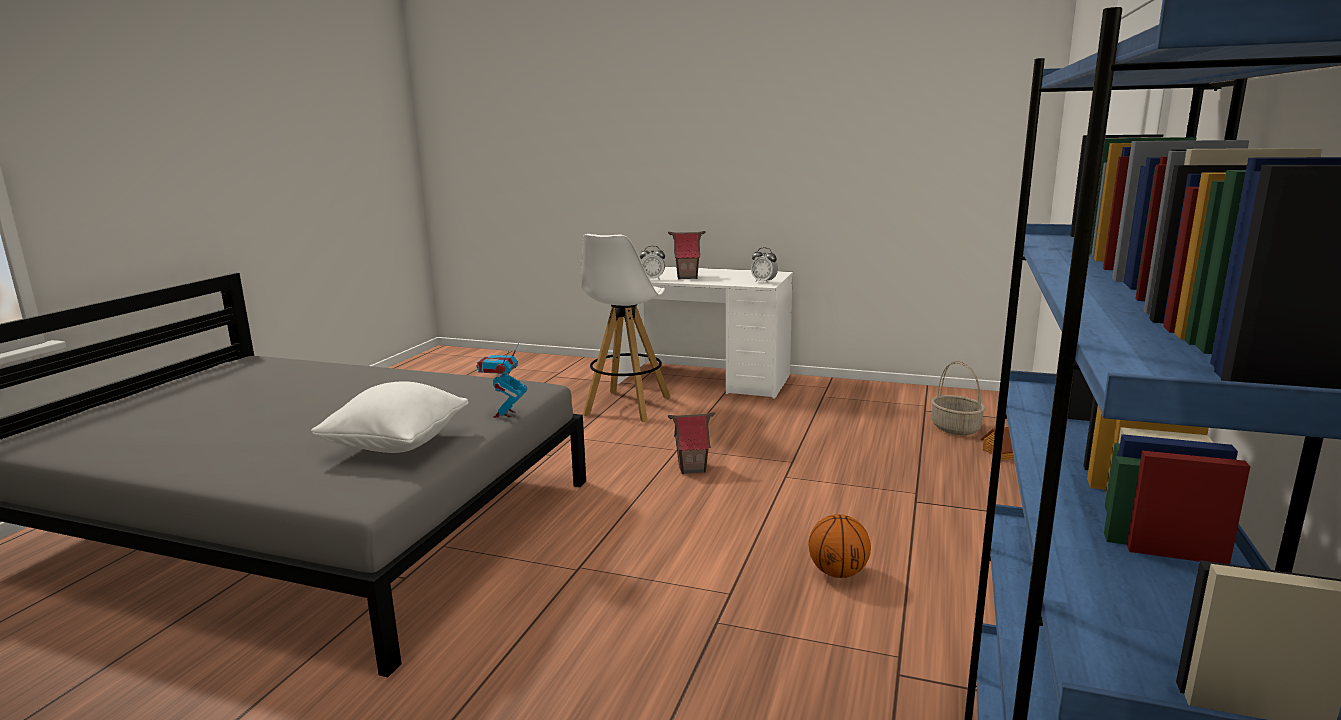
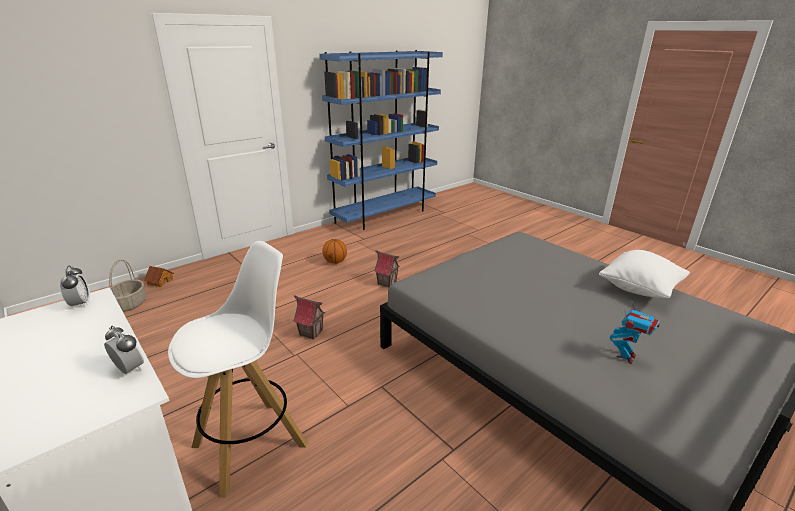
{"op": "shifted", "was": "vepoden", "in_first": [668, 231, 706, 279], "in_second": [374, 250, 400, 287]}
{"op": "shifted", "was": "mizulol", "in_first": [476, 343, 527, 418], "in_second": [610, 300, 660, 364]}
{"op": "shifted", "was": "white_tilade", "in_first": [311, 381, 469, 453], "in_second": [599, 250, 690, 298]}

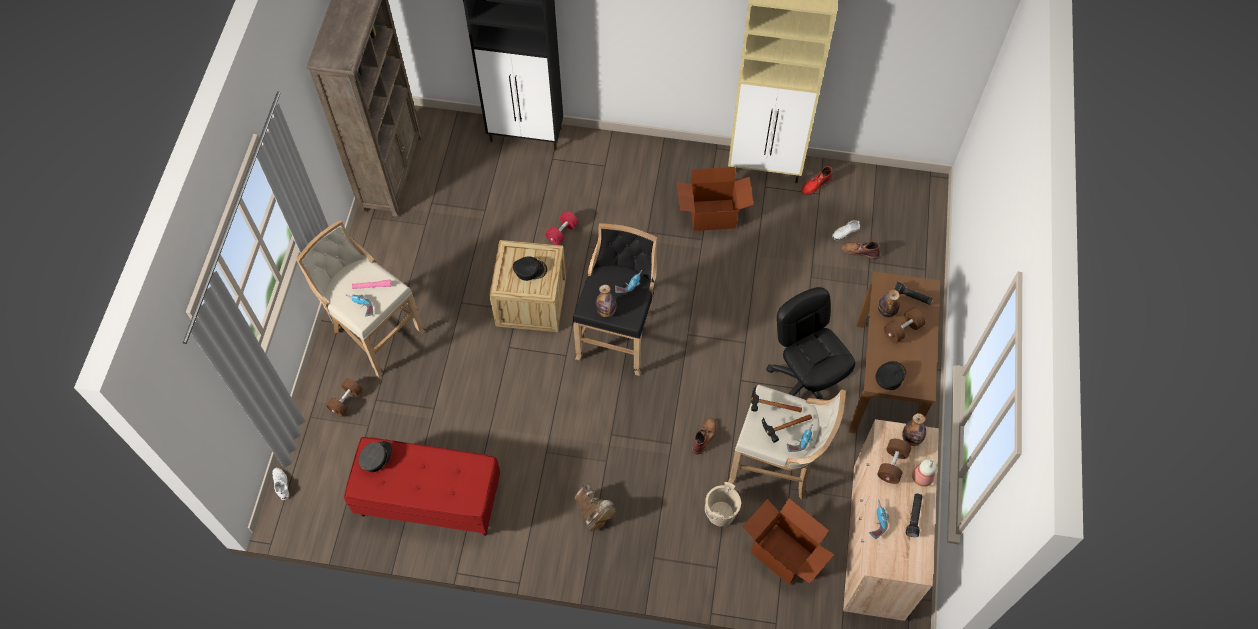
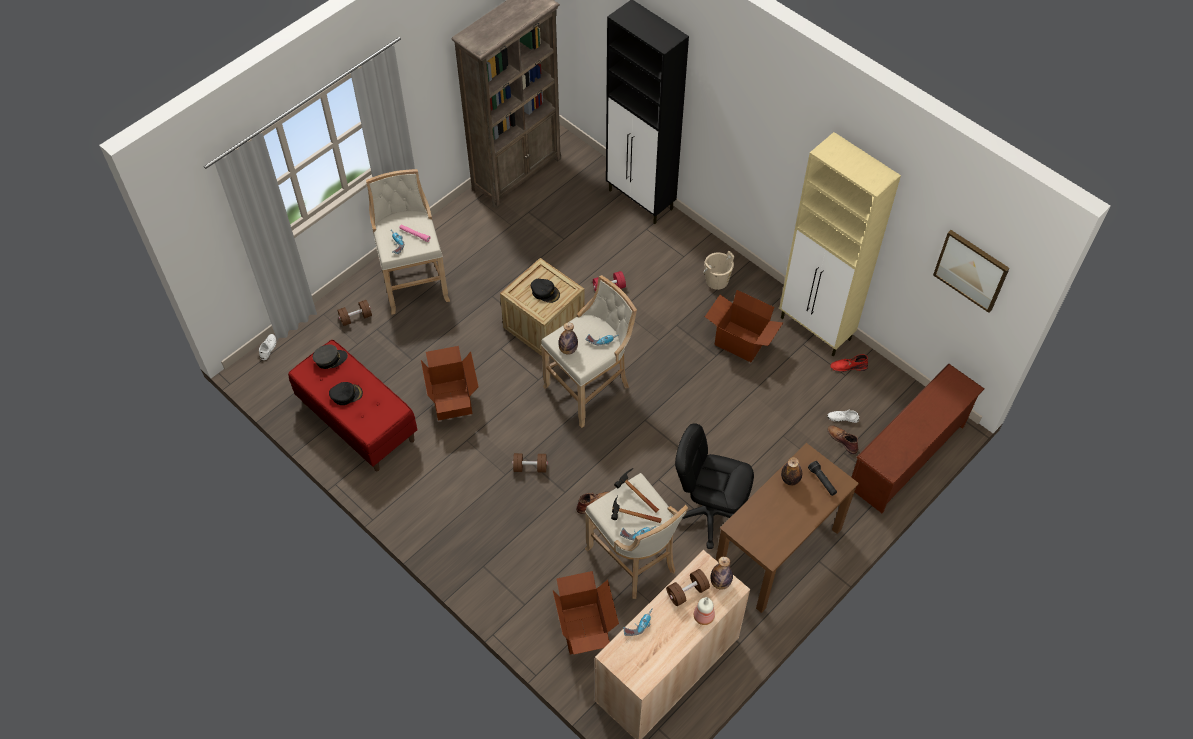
{"op": "repainted", "was": "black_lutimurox", "now": "beige_lutimurox", "in_first": [573, 223, 657, 376], "in_second": [541, 275, 637, 428]}
{"op": "rotated", "was": "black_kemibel", "in_first": [766, 287, 855, 400], "in_second": [675, 423, 754, 549], "clockwise": -75}
{"op": "shifted", "was": "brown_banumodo", "in_first": [884, 307, 926, 343], "in_second": [512, 453, 548, 472]}
{"op": "shifted", "was": "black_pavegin", "in_first": [875, 361, 906, 390], "in_second": [329, 382, 363, 405]}
{"op": "shifted", "was": "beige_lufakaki", "in_first": [705, 482, 741, 527], "in_second": [703, 251, 734, 290]}
{"op": "gone", "was": "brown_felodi", "in_first": [574, 483, 616, 531]}
{"op": "gone", "was": "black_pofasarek", "in_first": [906, 494, 923, 537]}
{"op": "new", "now": "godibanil", "in_second": [933, 230, 1010, 313]}
{"op": "new", "now": "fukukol", "in_second": [421, 346, 479, 421]}
{"op": "new", "now": "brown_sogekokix", "in_second": [852, 364, 984, 513]}

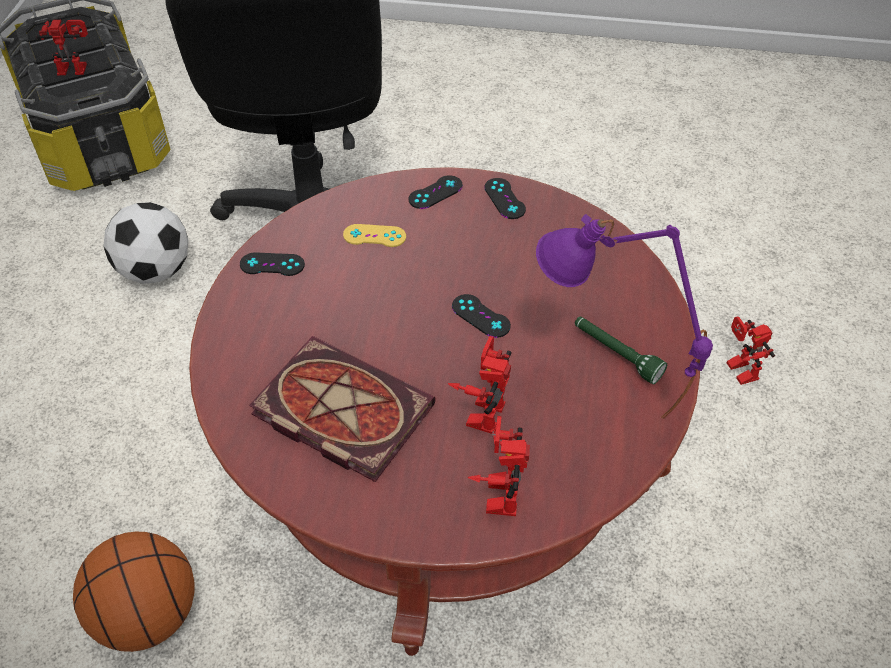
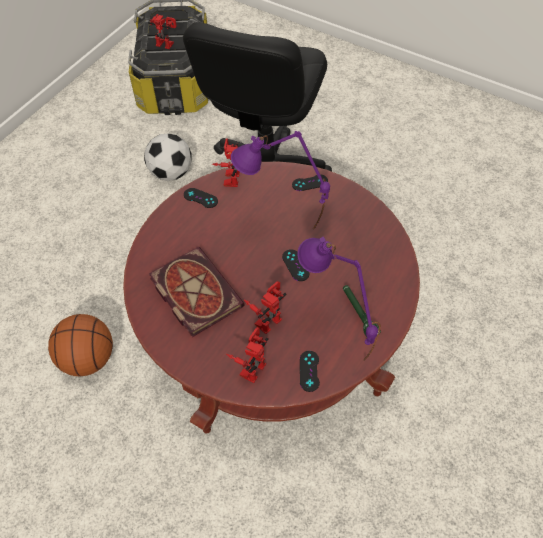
{"op": "shifted", "was": "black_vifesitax", "in_first": [485, 178, 526, 219], "in_second": [300, 351, 320, 392]}
{"op": "gone", "was": "yellow_vifesitax", "in_first": [343, 224, 406, 247]}
{"op": "shifted", "was": "mizulol", "in_first": [727, 317, 775, 385], "in_second": [212, 138, 240, 187]}
{"op": "new", "now": "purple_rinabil", "in_second": [231, 131, 330, 229]}

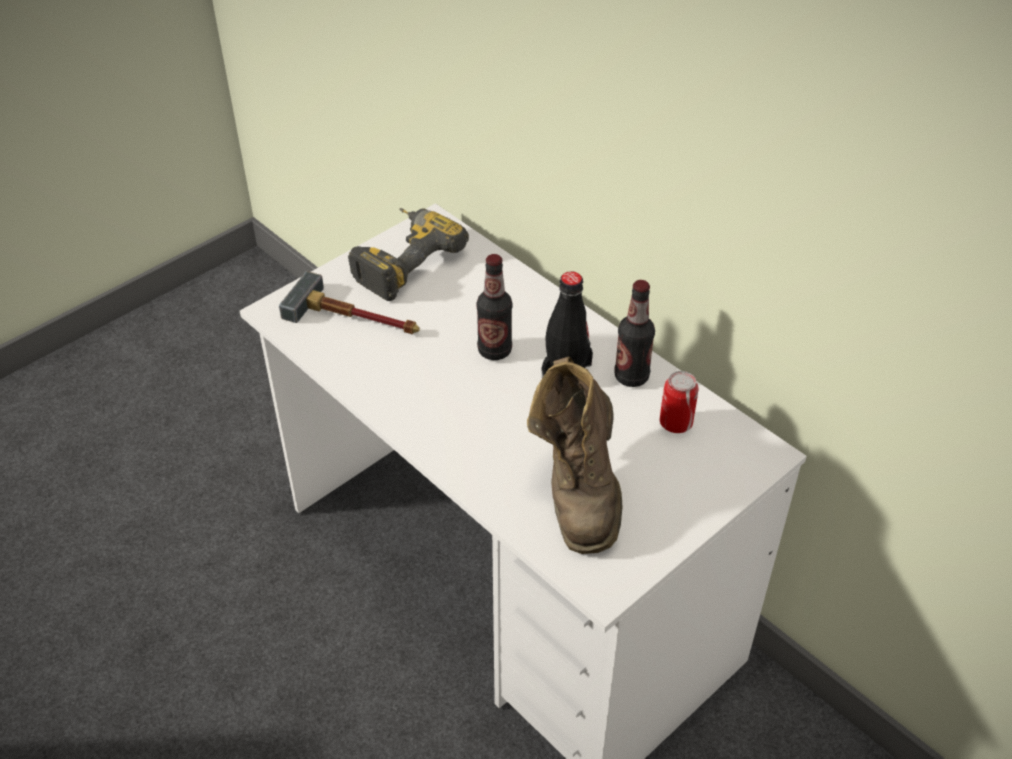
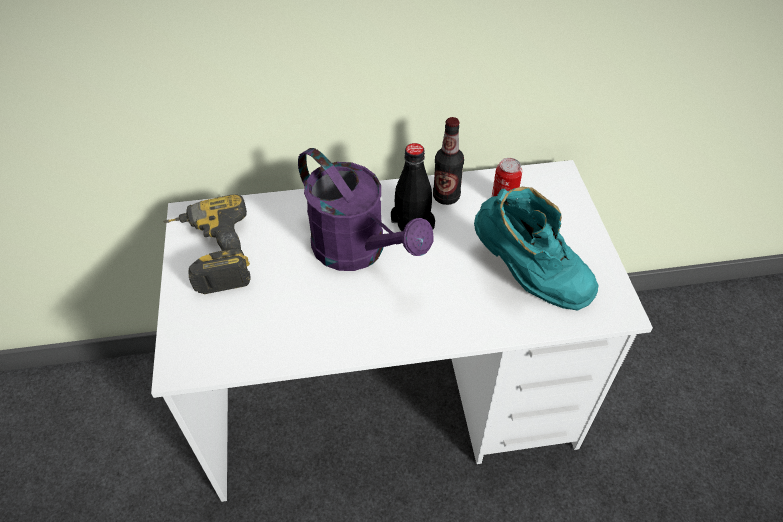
{"op": "swapped", "was": "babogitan", "now": "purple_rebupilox", "in_first": [476, 254, 513, 360], "in_second": [298, 148, 433, 271]}
{"op": "gone", "was": "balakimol", "in_first": [279, 271, 420, 334]}
{"op": "repainted", "was": "brown_felodi", "now": "turquoise_felodi", "in_first": [527, 357, 623, 554], "in_second": [474, 187, 599, 310]}

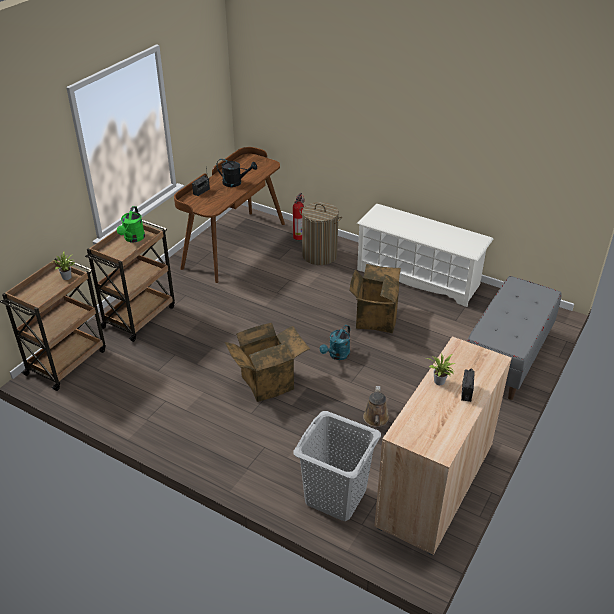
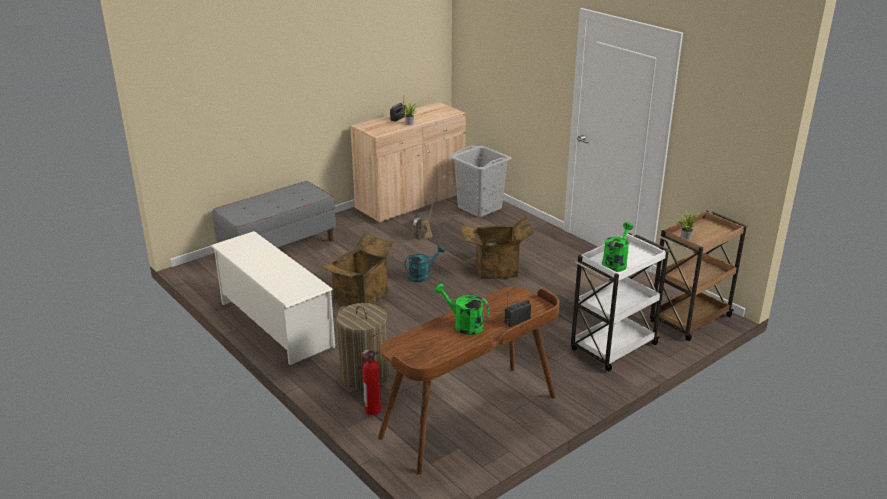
{"op": "repainted", "was": "black_rebupilox", "now": "green_rebupilox", "in_first": [216, 159, 257, 187], "in_second": [434, 284, 490, 335]}
{"op": "repainted", "was": "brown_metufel", "now": "white_metufel", "in_first": [85, 220, 175, 342], "in_second": [571, 233, 670, 372]}

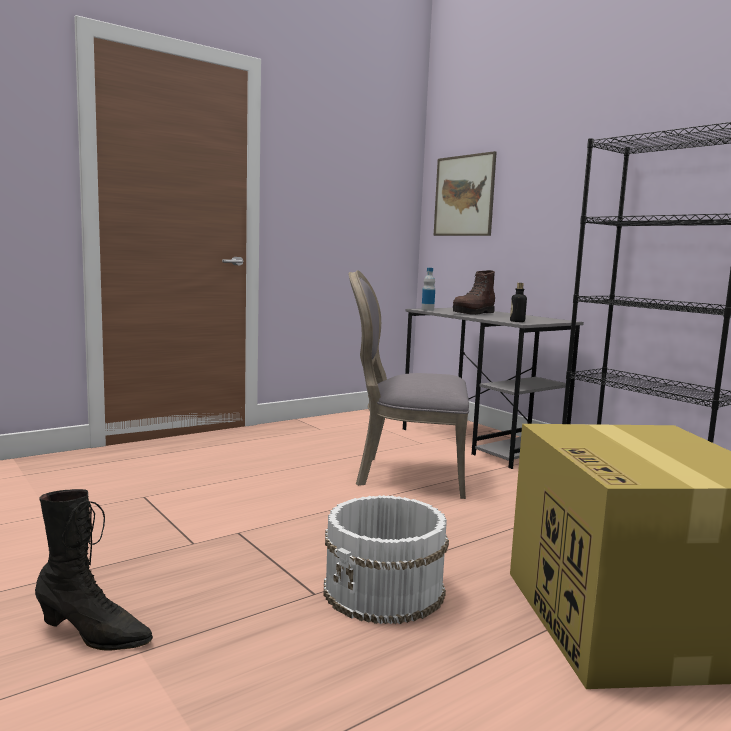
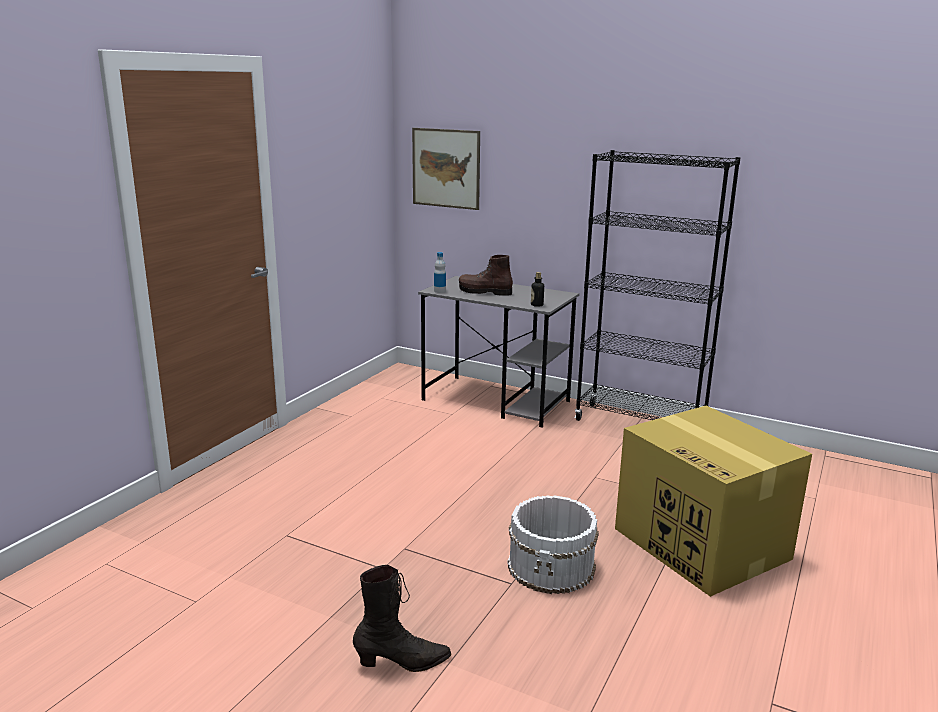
{"op": "gone", "was": "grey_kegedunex", "in_first": [349, 270, 469, 499]}
{"op": "rotated", "was": "brown_felodi", "in_first": [453, 270, 495, 315], "in_second": [459, 255, 513, 296], "clockwise": 90}

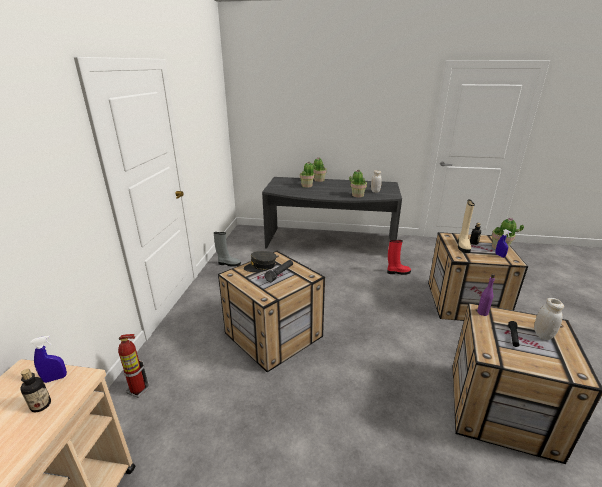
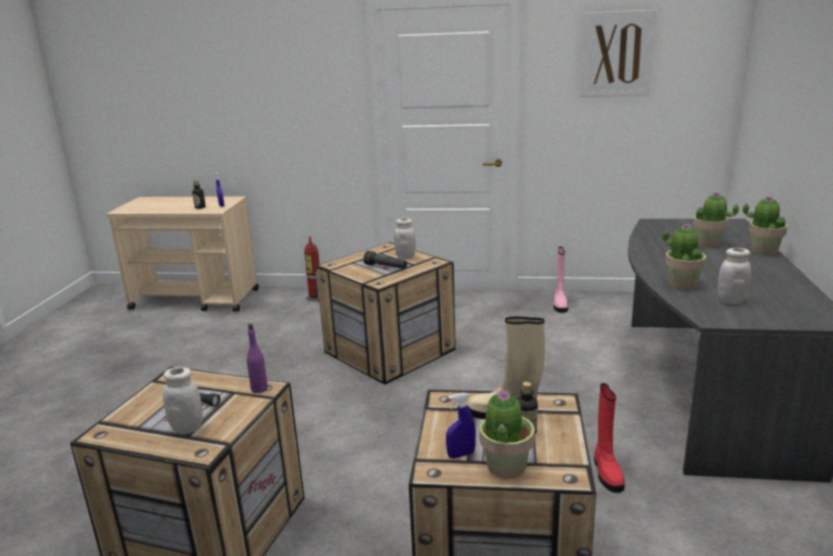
{"op": "repainted", "was": "grey_felodi", "now": "pink_felodi", "in_first": [214, 232, 241, 267], "in_second": [553, 247, 568, 313]}
{"op": "swapped", "was": "grey_pavegin", "now": "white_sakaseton", "in_first": [244, 251, 276, 272], "in_second": [394, 218, 416, 260]}
{"op": "new", "now": "godibanil", "in_second": [581, 10, 656, 97]}

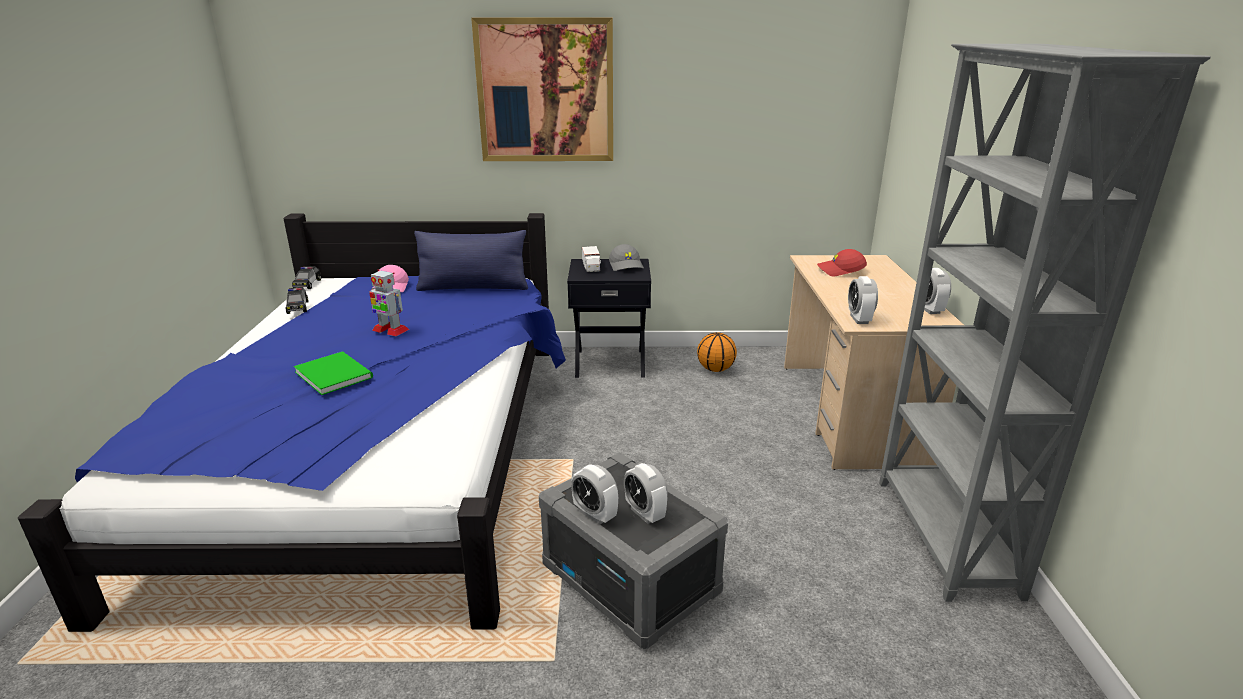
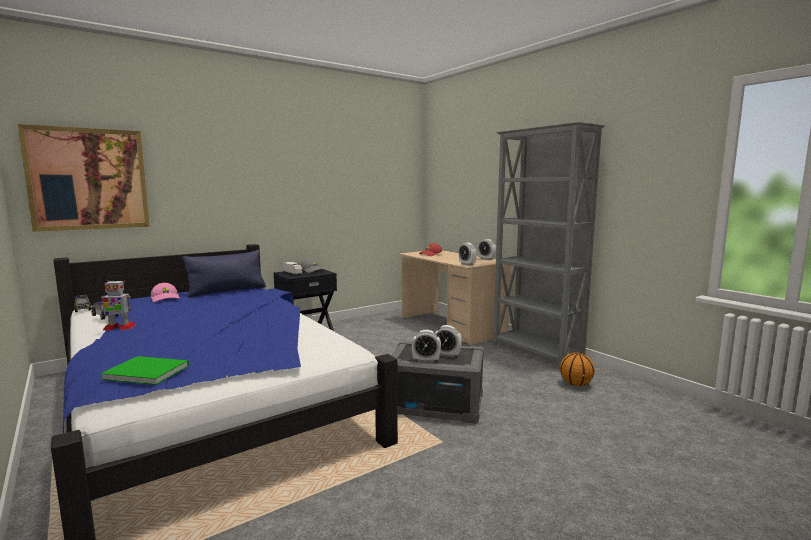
{"op": "shifted", "was": "godibanil", "in_first": [471, 18, 613, 161], "in_second": [18, 124, 150, 232]}
{"op": "shifted", "was": "mizulol", "in_first": [369, 269, 409, 336], "in_second": [101, 280, 136, 330]}
{"op": "shifted", "was": "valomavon", "in_first": [697, 332, 737, 372], "in_second": [560, 352, 595, 386]}
{"op": "shifted", "was": "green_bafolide", "in_first": [294, 351, 373, 395], "in_second": [101, 356, 189, 385]}

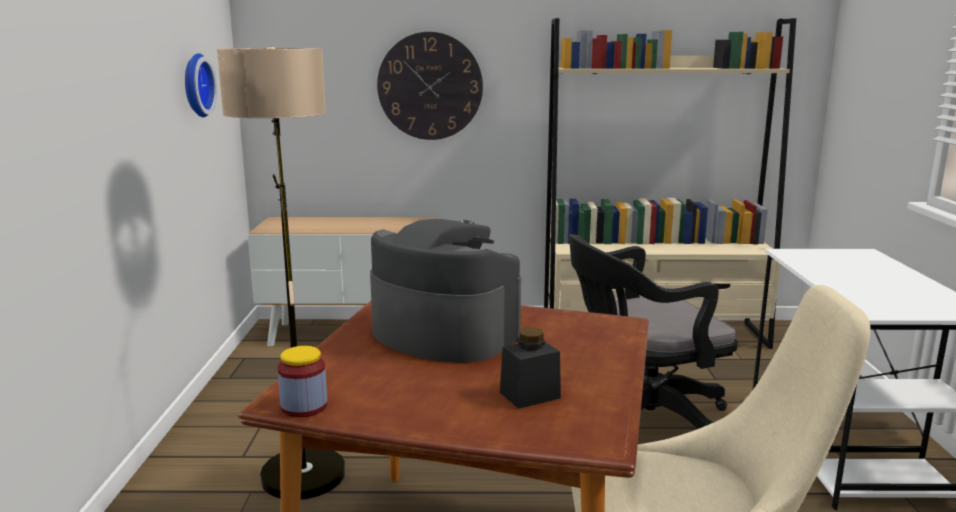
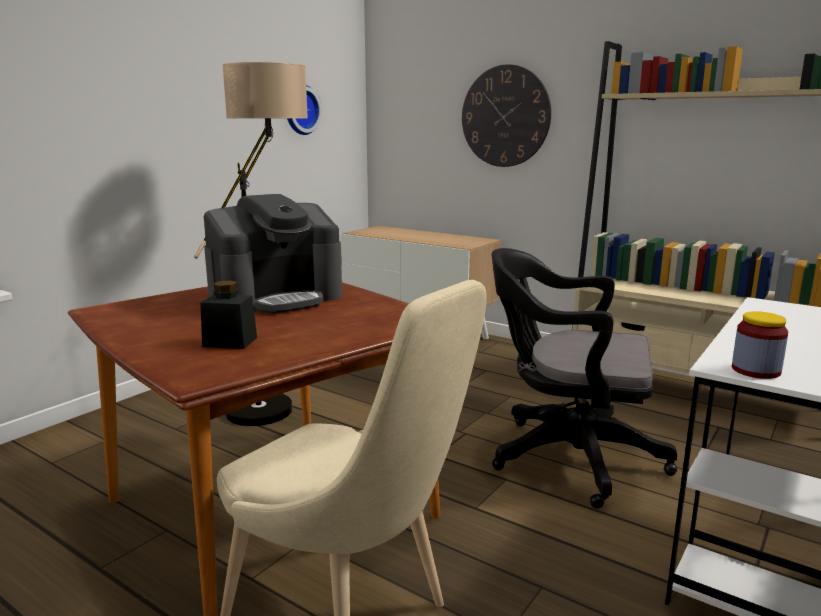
{"op": "rotated", "was": "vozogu", "in_first": [370, 219, 521, 363], "in_second": [204, 194, 342, 314], "clockwise": 75}
{"op": "shifted", "was": "sakaseton", "in_first": [277, 346, 327, 417], "in_second": [732, 311, 788, 379]}

